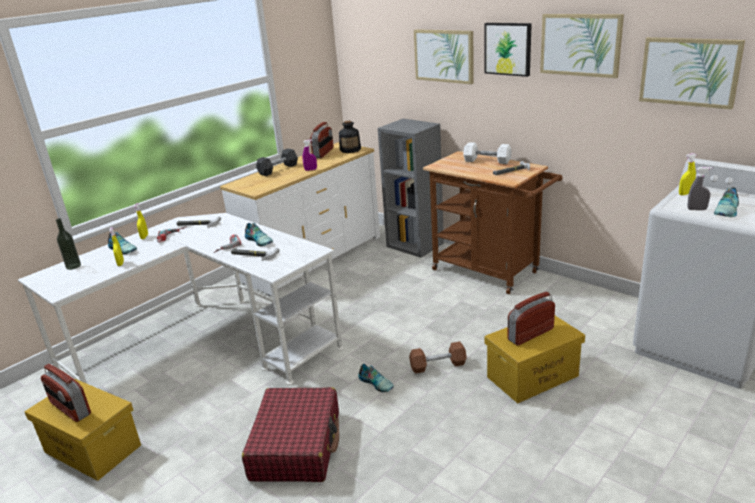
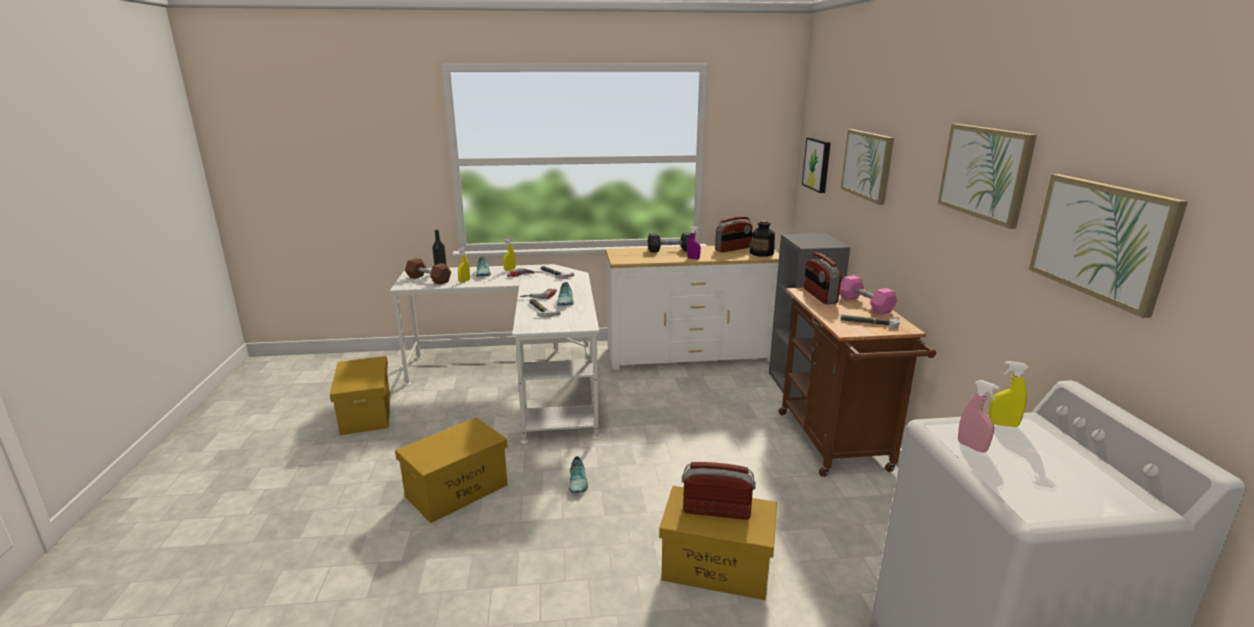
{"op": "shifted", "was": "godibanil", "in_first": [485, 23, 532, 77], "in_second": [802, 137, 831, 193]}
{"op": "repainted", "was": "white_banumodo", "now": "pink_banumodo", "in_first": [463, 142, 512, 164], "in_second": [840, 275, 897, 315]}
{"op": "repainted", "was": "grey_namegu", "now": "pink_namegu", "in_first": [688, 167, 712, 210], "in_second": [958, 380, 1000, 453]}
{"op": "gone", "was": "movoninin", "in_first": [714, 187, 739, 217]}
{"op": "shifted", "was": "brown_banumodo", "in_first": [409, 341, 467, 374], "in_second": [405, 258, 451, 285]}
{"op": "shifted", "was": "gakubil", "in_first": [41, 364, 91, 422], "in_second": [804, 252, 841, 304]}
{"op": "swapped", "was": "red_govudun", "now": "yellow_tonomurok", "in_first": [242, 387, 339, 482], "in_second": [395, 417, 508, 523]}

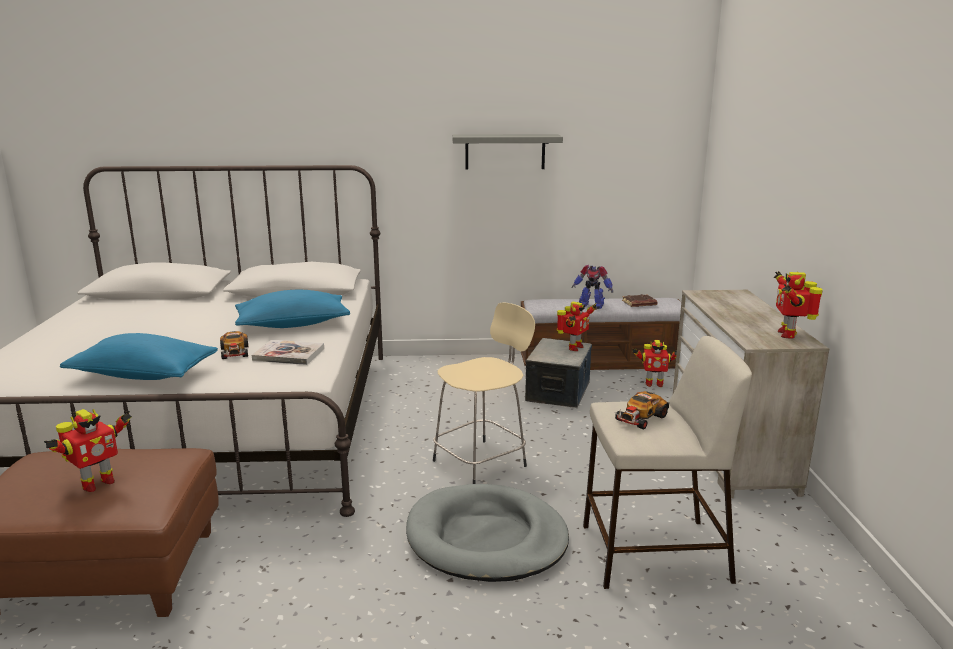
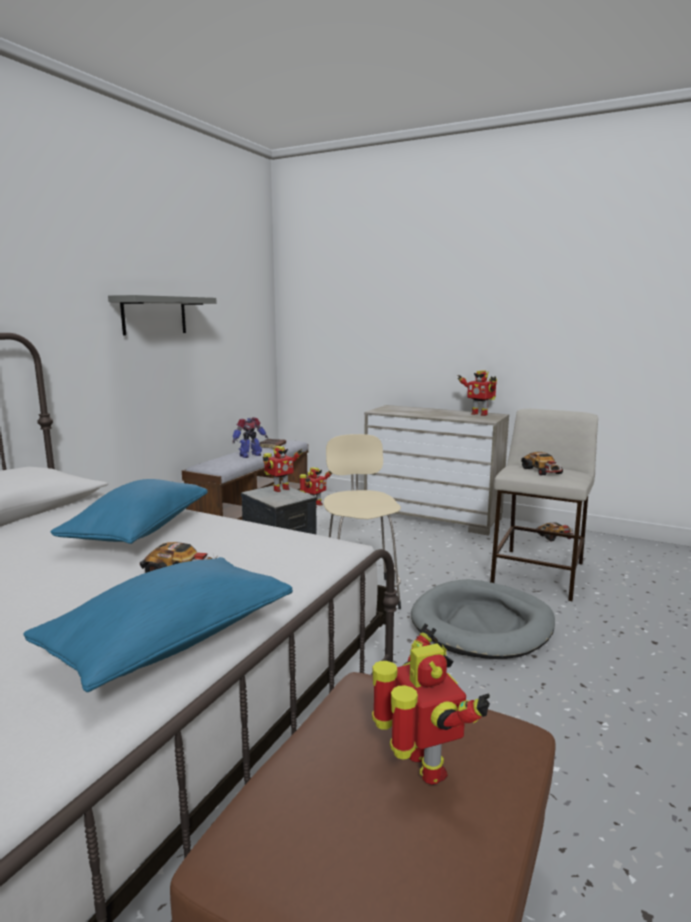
{"op": "rotated", "was": "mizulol", "in_first": [557, 302, 596, 351], "in_second": [263, 446, 303, 492], "clockwise": 75}
{"op": "gone", "was": "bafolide", "in_first": [252, 340, 324, 365]}
{"op": "new", "now": "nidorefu", "in_second": [536, 523, 575, 541]}

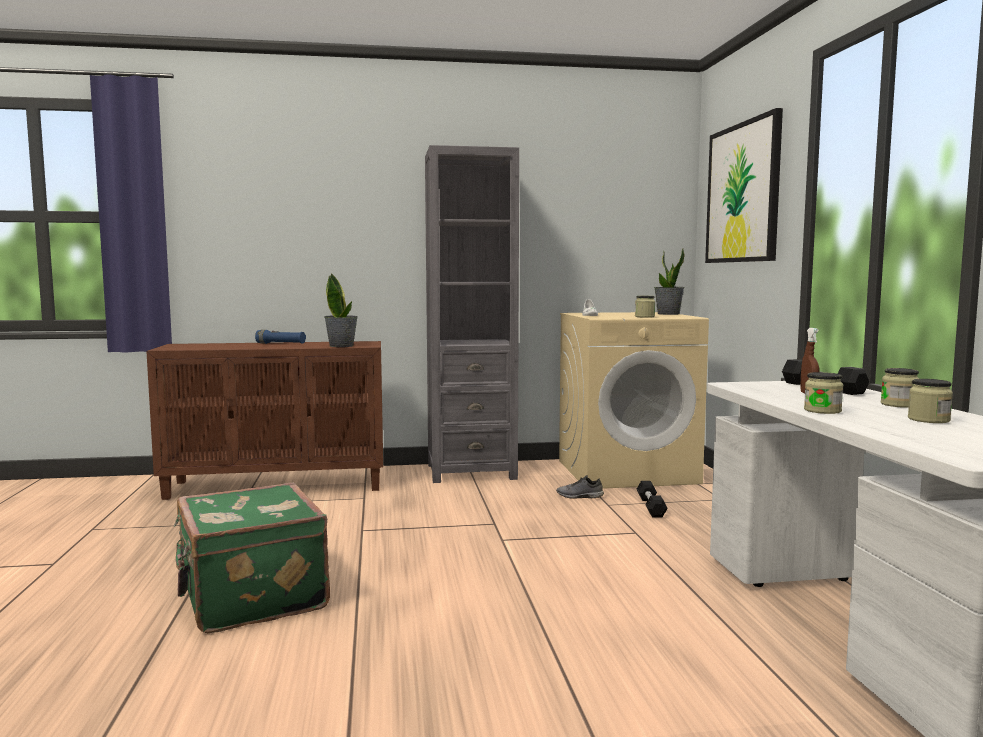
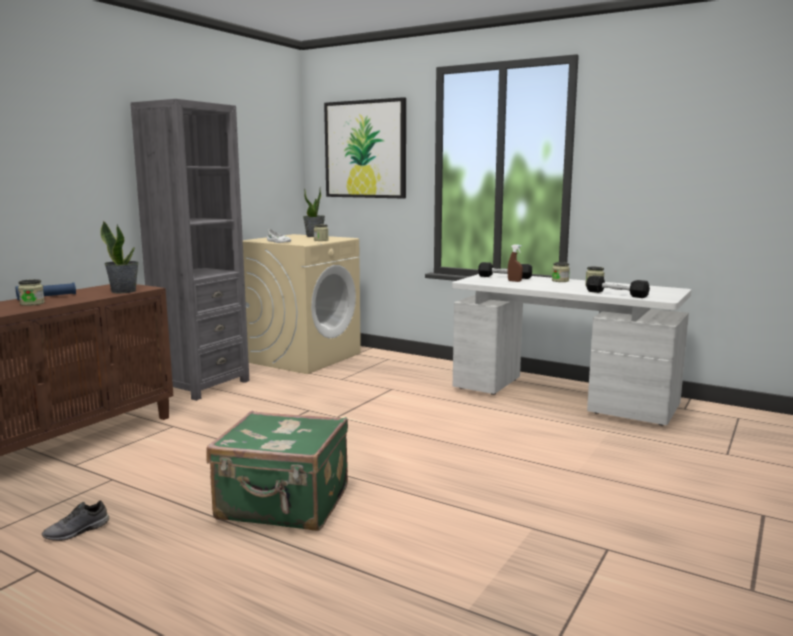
{"op": "shifted", "was": "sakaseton", "in_first": [804, 372, 843, 414], "in_second": [18, 279, 45, 306]}
{"op": "shifted", "was": "grey_movoninin", "in_first": [556, 475, 604, 498], "in_second": [42, 501, 109, 541]}
{"op": "shifted", "was": "black_banumodo", "in_first": [636, 481, 668, 518], "in_second": [586, 275, 650, 298]}

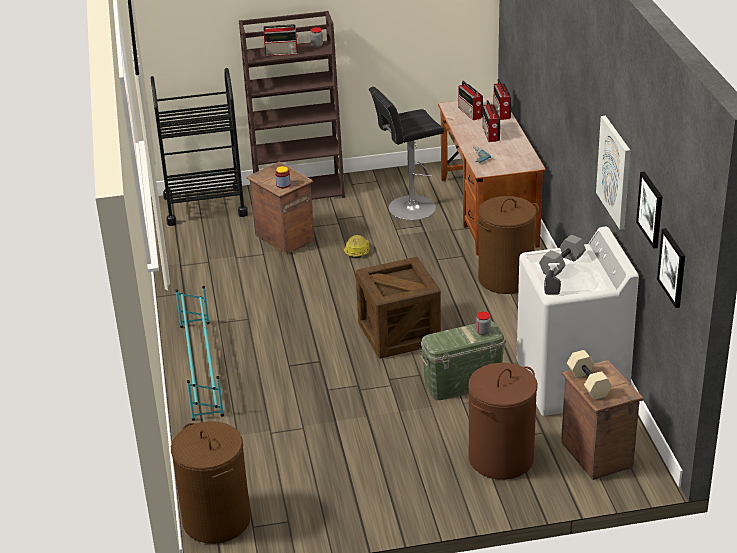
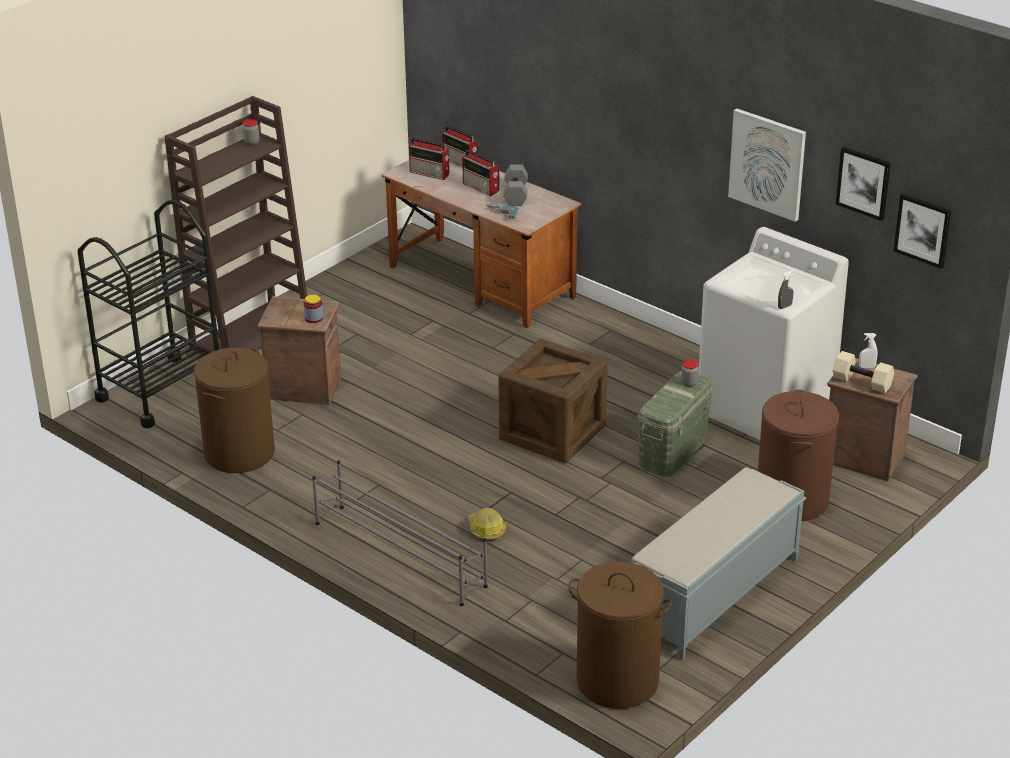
{"op": "gone", "was": "gakubil", "in_first": [263, 24, 298, 56]}
{"op": "gone", "was": "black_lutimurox", "in_first": [369, 87, 444, 220]}
{"op": "shifted", "was": "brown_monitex", "in_first": [476, 196, 539, 294], "in_second": [194, 348, 275, 473]}
{"op": "shifted", "was": "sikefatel", "in_first": [344, 235, 370, 258], "in_second": [468, 508, 506, 541]}
{"op": "shifted", "was": "grey_banumodo", "in_first": [539, 235, 586, 276], "in_second": [503, 164, 528, 206]}
{"op": "repainted", "was": "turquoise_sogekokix", "now": "grey_sogekokix", "in_first": [175, 286, 224, 421], "in_second": [312, 460, 488, 606]}
{"op": "new", "now": "white_namegu", "in_second": [859, 333, 877, 368]}
{"op": "new", "now": "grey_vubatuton", "in_second": [631, 467, 806, 660]}

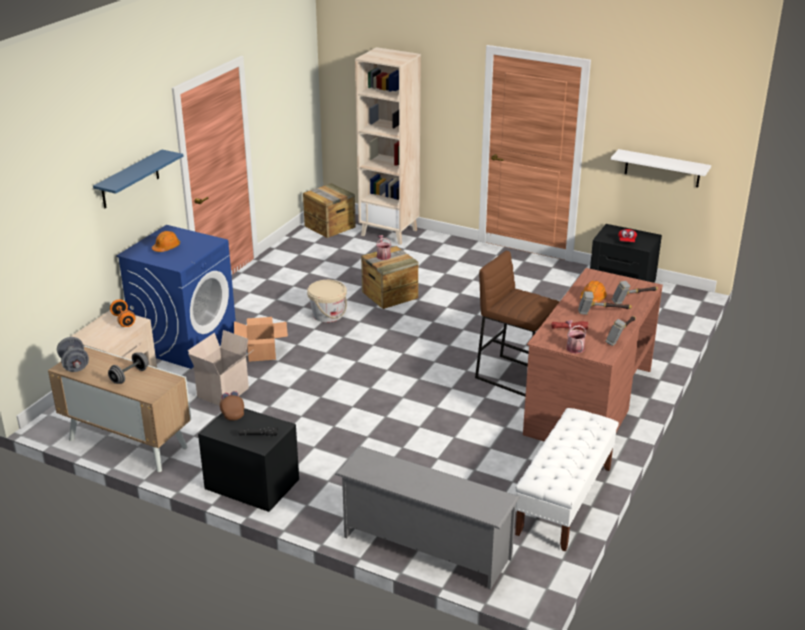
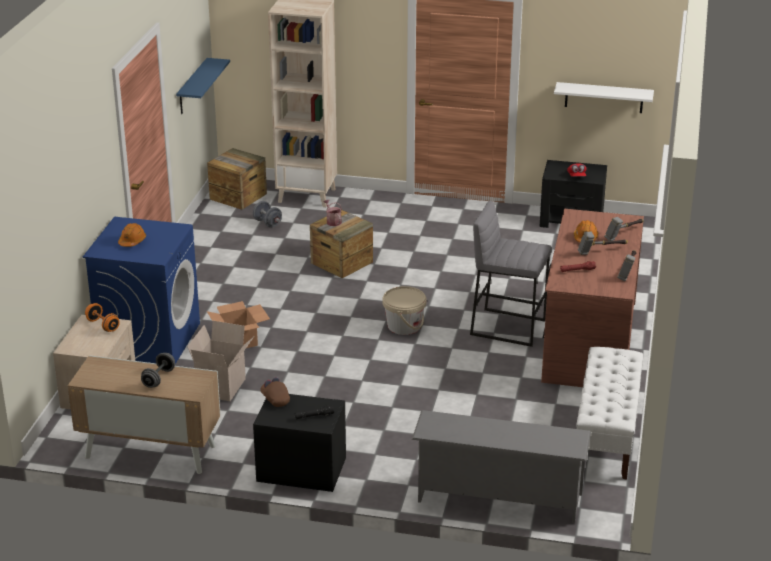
{"op": "shifted", "was": "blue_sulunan", "in_first": [93, 149, 183, 209], "in_second": [176, 58, 230, 114]}
{"op": "repainted", "was": "brown_lutimurox", "now": "grey_lutimurox", "in_first": [475, 251, 560, 397], "in_second": [470, 201, 552, 347]}
{"op": "shifted", "was": "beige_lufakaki", "in_first": [307, 280, 347, 322], "in_second": [382, 286, 427, 335]}
{"op": "gone", "was": "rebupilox", "in_first": [566, 320, 586, 354]}
{"op": "shifted", "was": "grey_banumodo", "in_first": [57, 337, 89, 372], "in_second": [253, 201, 282, 228]}

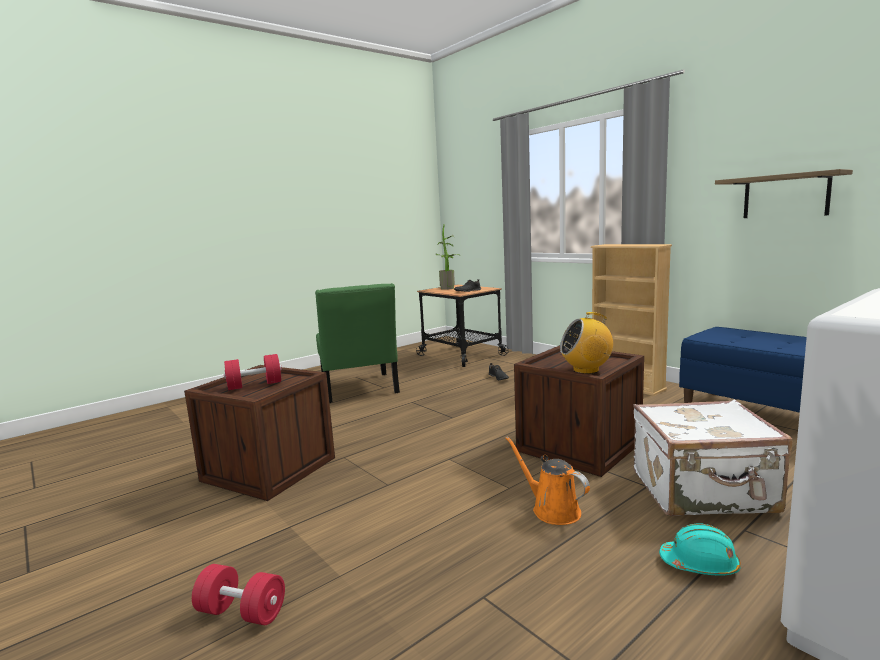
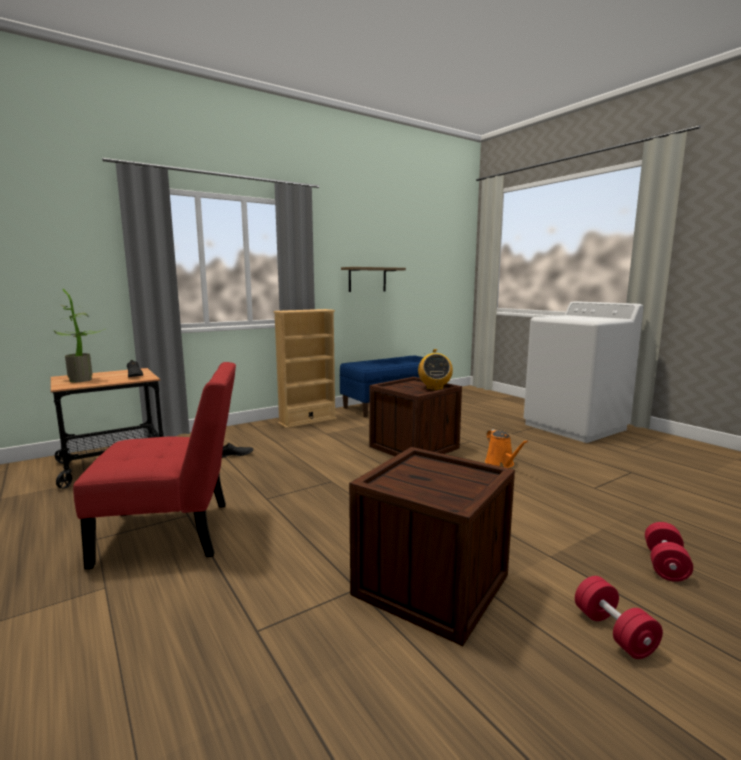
{"op": "repainted", "was": "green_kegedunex", "now": "red_kegedunex", "in_first": [315, 283, 400, 403], "in_second": [73, 362, 236, 570]}
{"op": "shifted", "was": "red_banumodo", "in_first": [224, 354, 282, 390], "in_second": [575, 576, 663, 659]}
{"op": "gone", "was": "white_govudun", "in_first": [633, 400, 792, 516]}
{"op": "rotated", "was": "orange_rebupilox", "in_first": [506, 436, 590, 525], "in_second": [485, 429, 528, 468], "clockwise": -75}
{"op": "gone", "was": "turquoise_sikefatel", "in_first": [659, 524, 741, 576]}

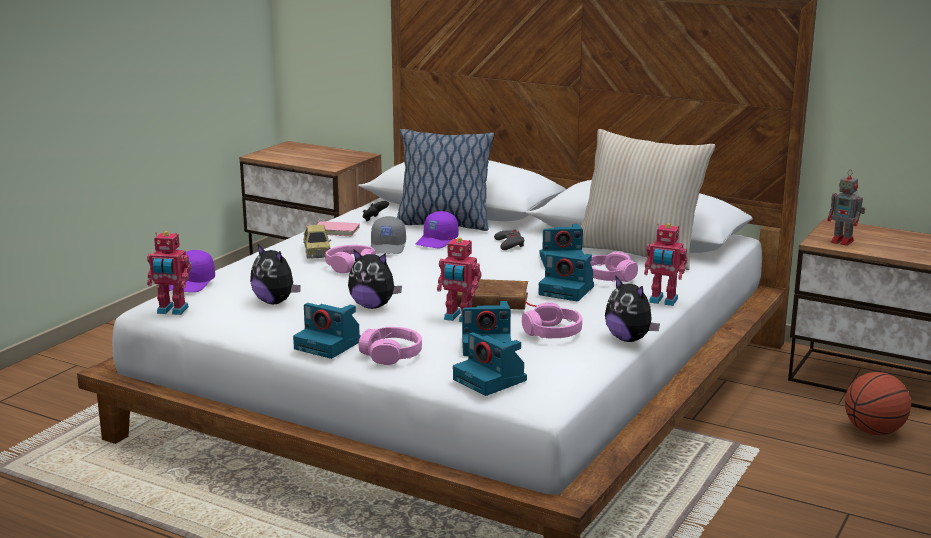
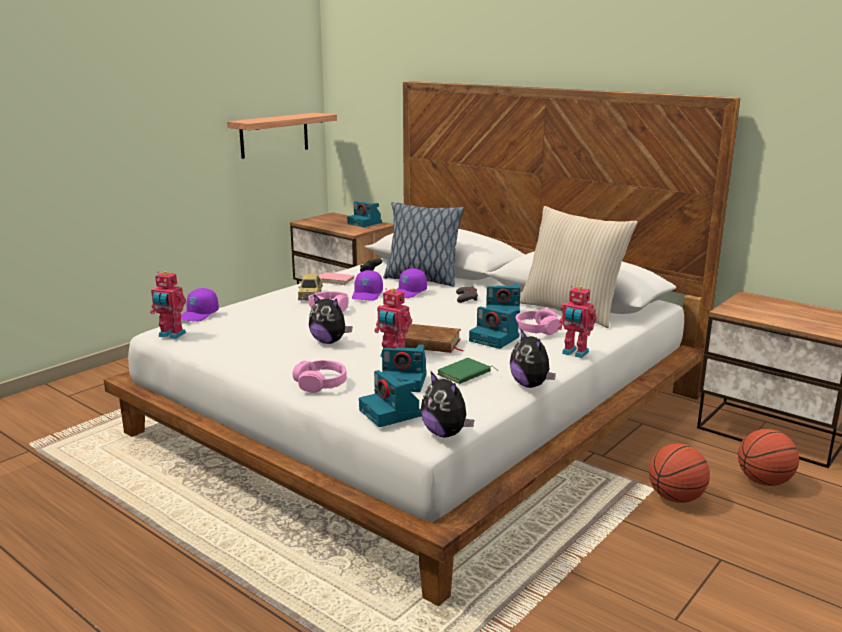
{"op": "gone", "was": "mizulol", "in_first": [827, 170, 865, 246]}
{"op": "repainted", "was": "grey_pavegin", "now": "purple_pavegin", "in_first": [371, 216, 406, 254], "in_second": [352, 270, 383, 301]}
{"op": "shifted", "was": "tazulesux", "in_first": [250, 243, 301, 304], "in_second": [421, 372, 474, 437]}
{"op": "swapped", "was": "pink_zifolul", "now": "green_bafolide", "in_first": [522, 302, 582, 339], "in_second": [438, 358, 498, 384]}
{"op": "shifted", "was": "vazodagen", "in_first": [293, 303, 361, 359], "in_second": [347, 201, 382, 227]}
{"op": "new", "now": "sulunan", "in_second": [227, 113, 337, 159]}
{"op": "new", "now": "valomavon", "in_second": [649, 444, 710, 503]}

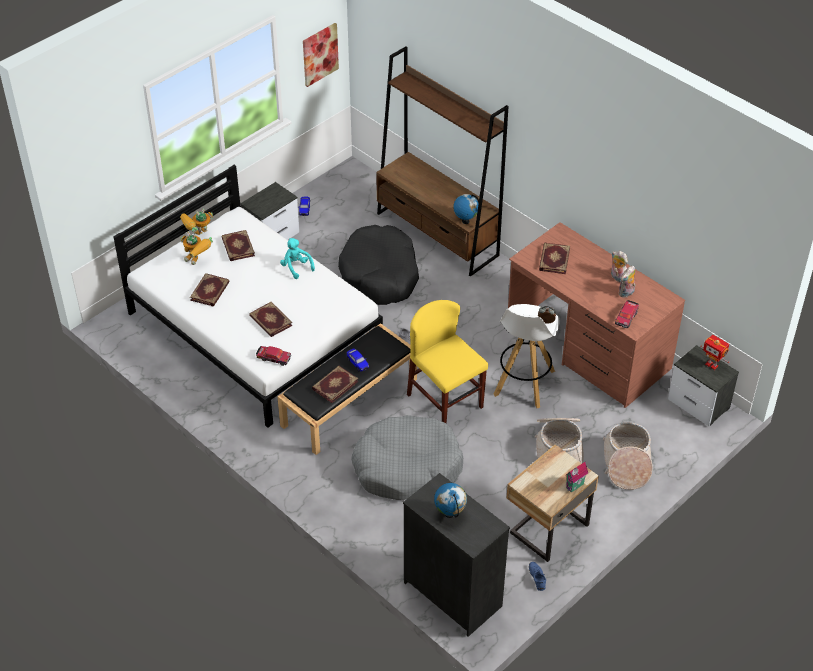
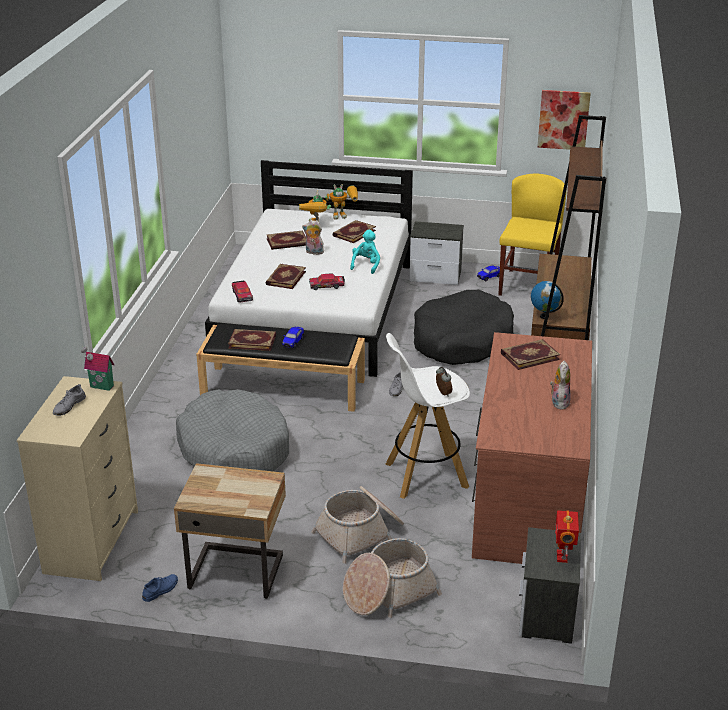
{"op": "rotated", "was": "mizulol", "in_first": [180, 208, 213, 235], "in_second": [325, 184, 358, 219], "clockwise": 150}
{"op": "shifted", "was": "tazulesux", "in_first": [618, 266, 635, 298], "in_second": [302, 220, 324, 255]}
{"op": "shifted", "was": "yellow_kegedunex", "in_first": [407, 300, 488, 424], "in_second": [498, 174, 567, 296]}
{"op": "shifted", "was": "nidorefu", "in_first": [615, 300, 639, 328], "in_second": [309, 274, 345, 290]}
{"op": "shifted", "was": "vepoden", "in_first": [565, 462, 588, 492], "in_second": [81, 347, 114, 391]}
{"op": "repainted", "was": "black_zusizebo", "now": "beige_zusizebo", "in_first": [403, 473, 510, 637], "in_second": [17, 376, 138, 581]}
{"op": "swapped", "was": "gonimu", "now": "grey_movoninin", "in_first": [434, 483, 467, 518], "in_second": [53, 384, 86, 416]}

